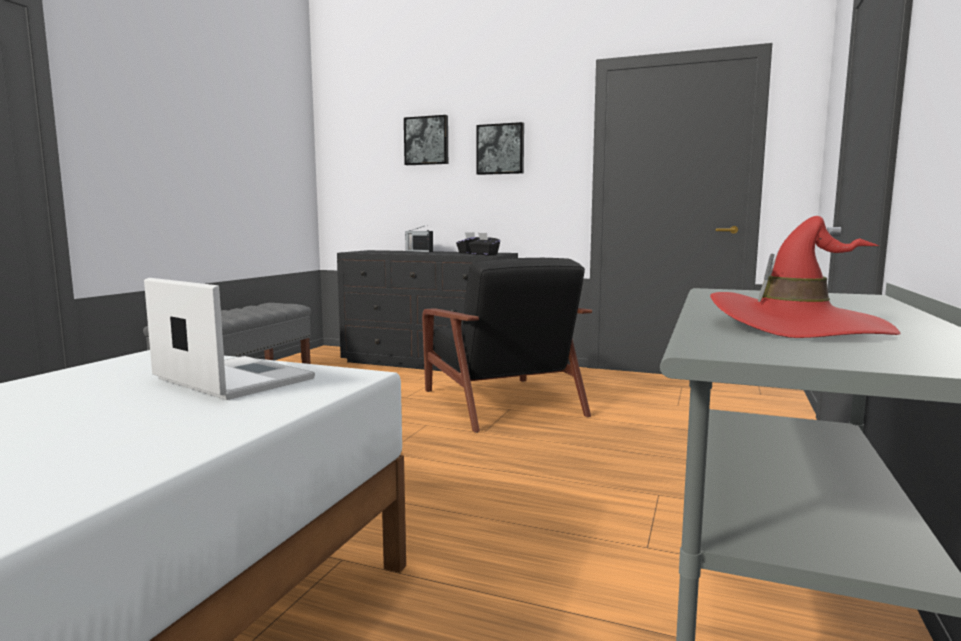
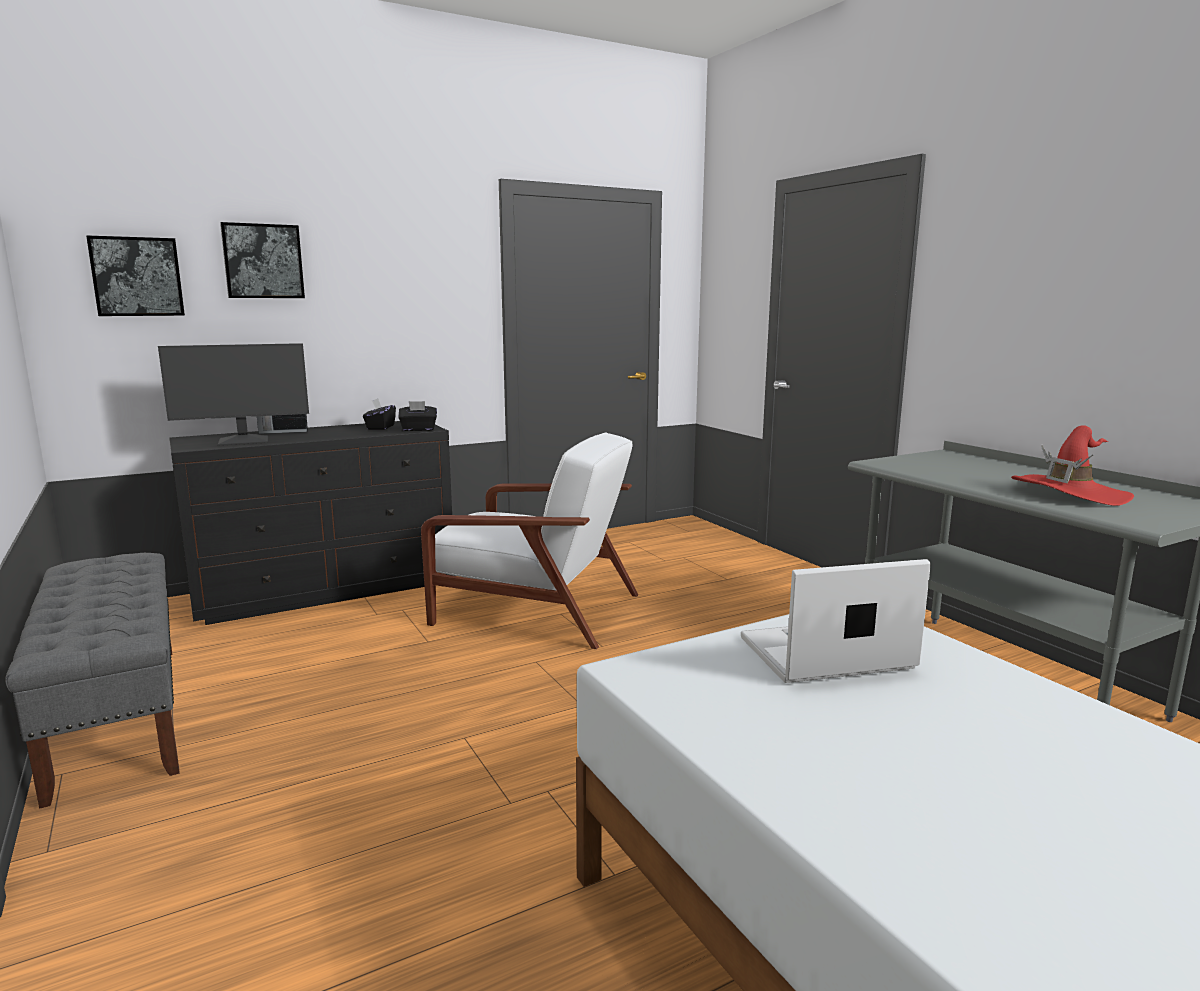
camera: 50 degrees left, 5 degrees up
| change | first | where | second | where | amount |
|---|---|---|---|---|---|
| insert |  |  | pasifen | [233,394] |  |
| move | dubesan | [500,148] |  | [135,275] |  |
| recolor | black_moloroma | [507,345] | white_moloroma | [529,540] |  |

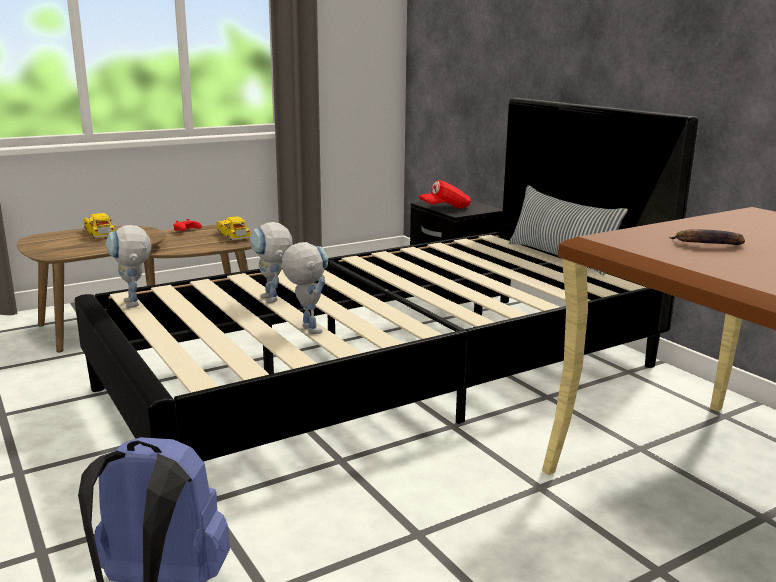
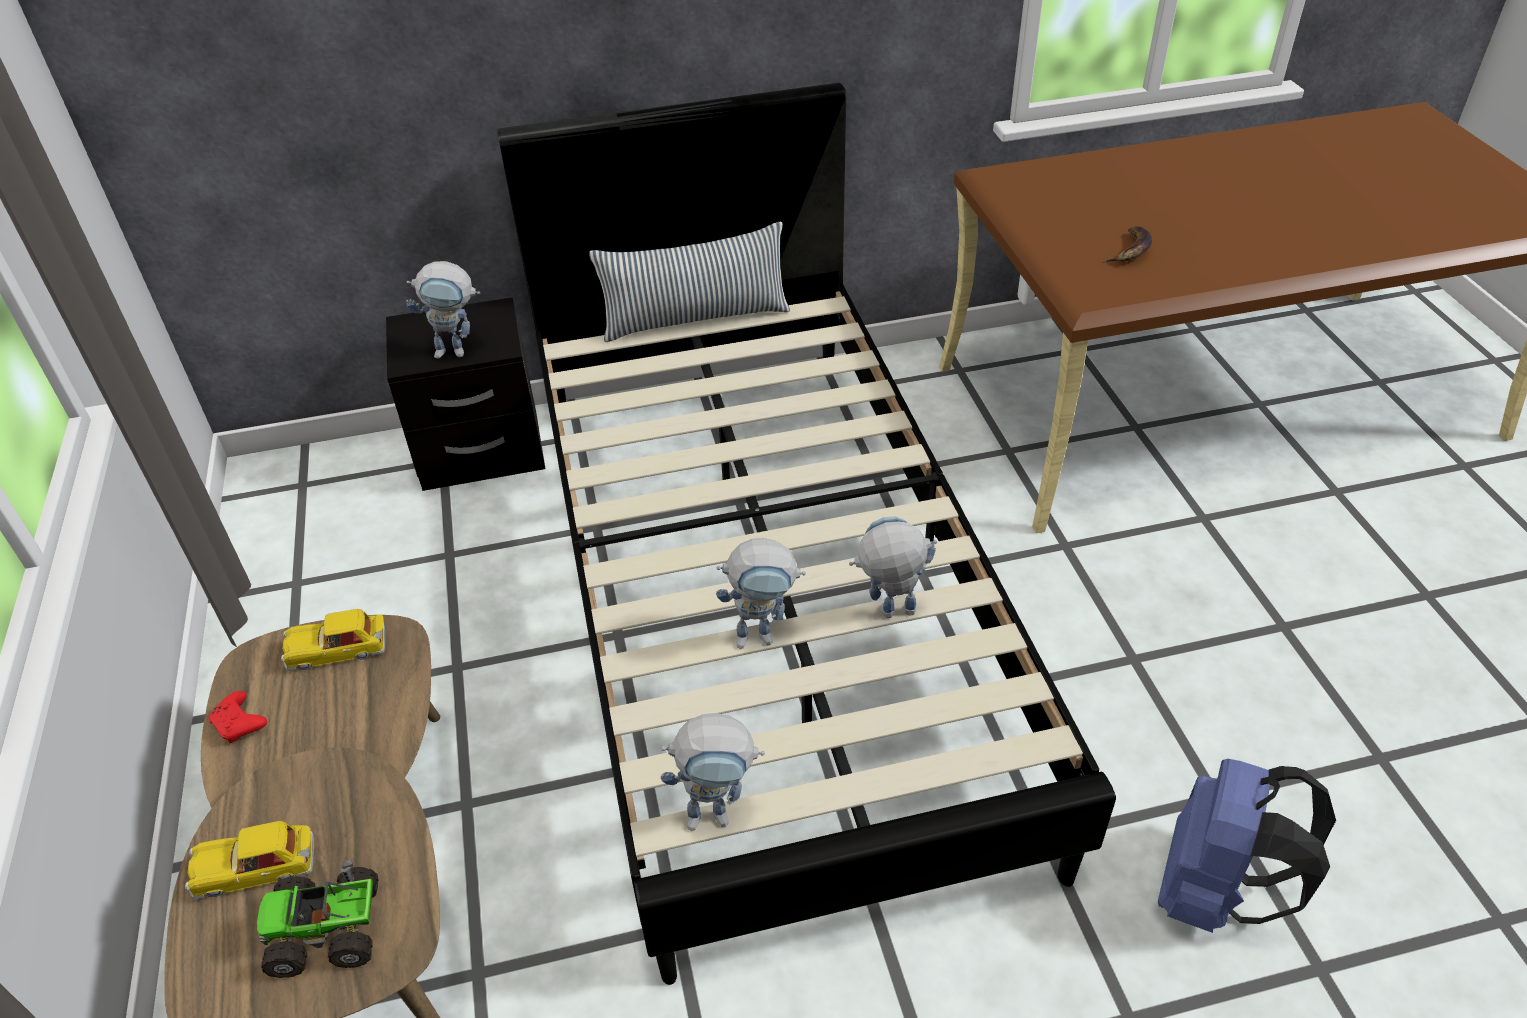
camera: 70 degrees left, 25 degrees up
| change | first | where | second | where | amount |
|---|---|---|---|---|---|
| insert |  |  | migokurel | [318,919] |  |
| replace | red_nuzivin | [445,194] | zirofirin | [443,310] |  |

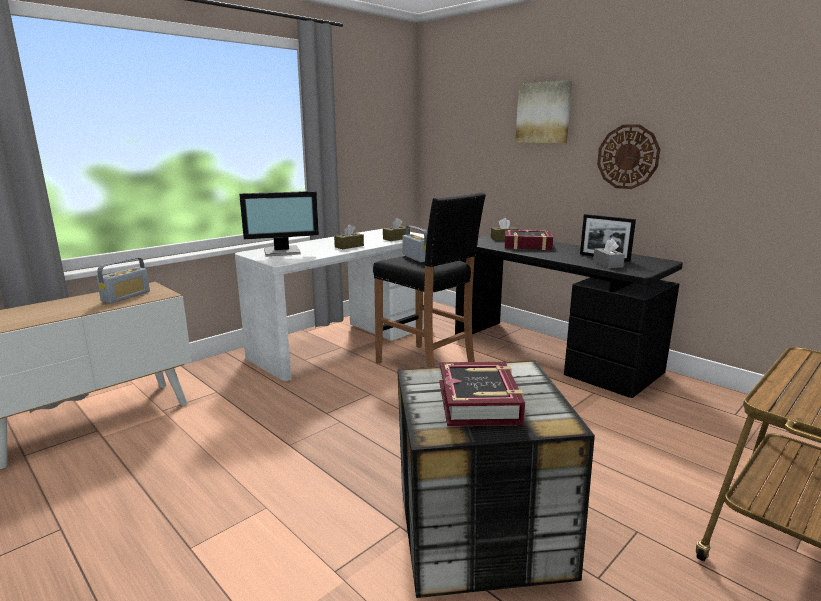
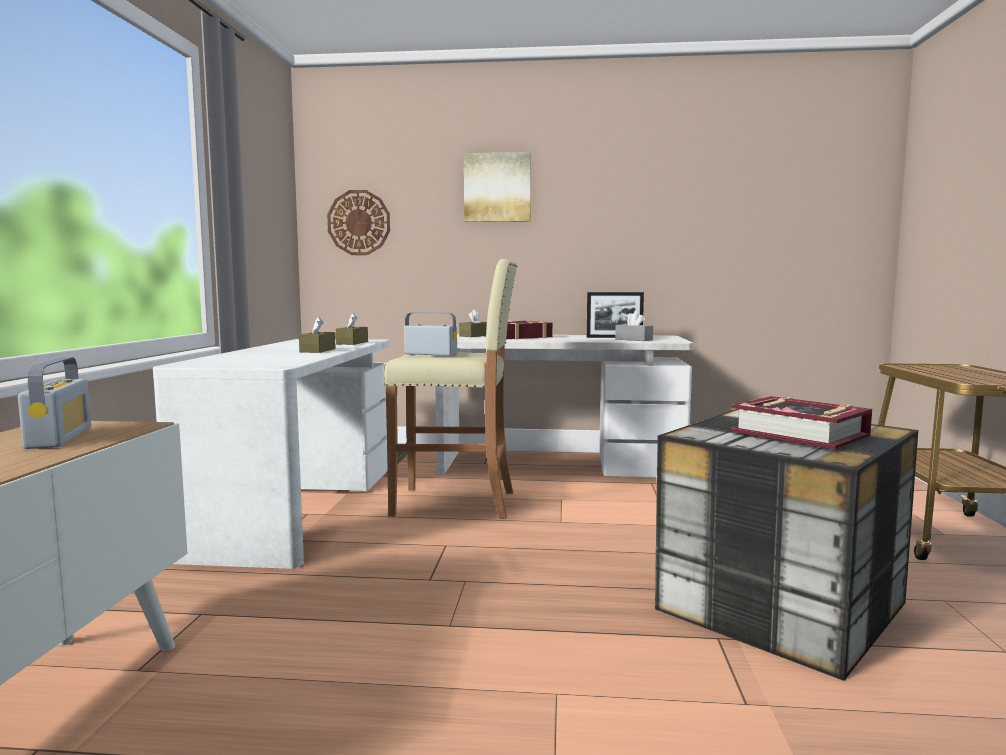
camera: 40 degrees left, 10 degrees down
| change | first | where | second | where | amount |
|---|---|---|---|---|---|
| delete | pasifen | [279,223] |  |  |  |
| move | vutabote | [628,156] |  | [358,222] |  |
| recolor | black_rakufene | [429,279] | beige_rakufene | [450,389] |  |
| recolor | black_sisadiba | [569,316] | white_sisadiba | [564,405] |  |

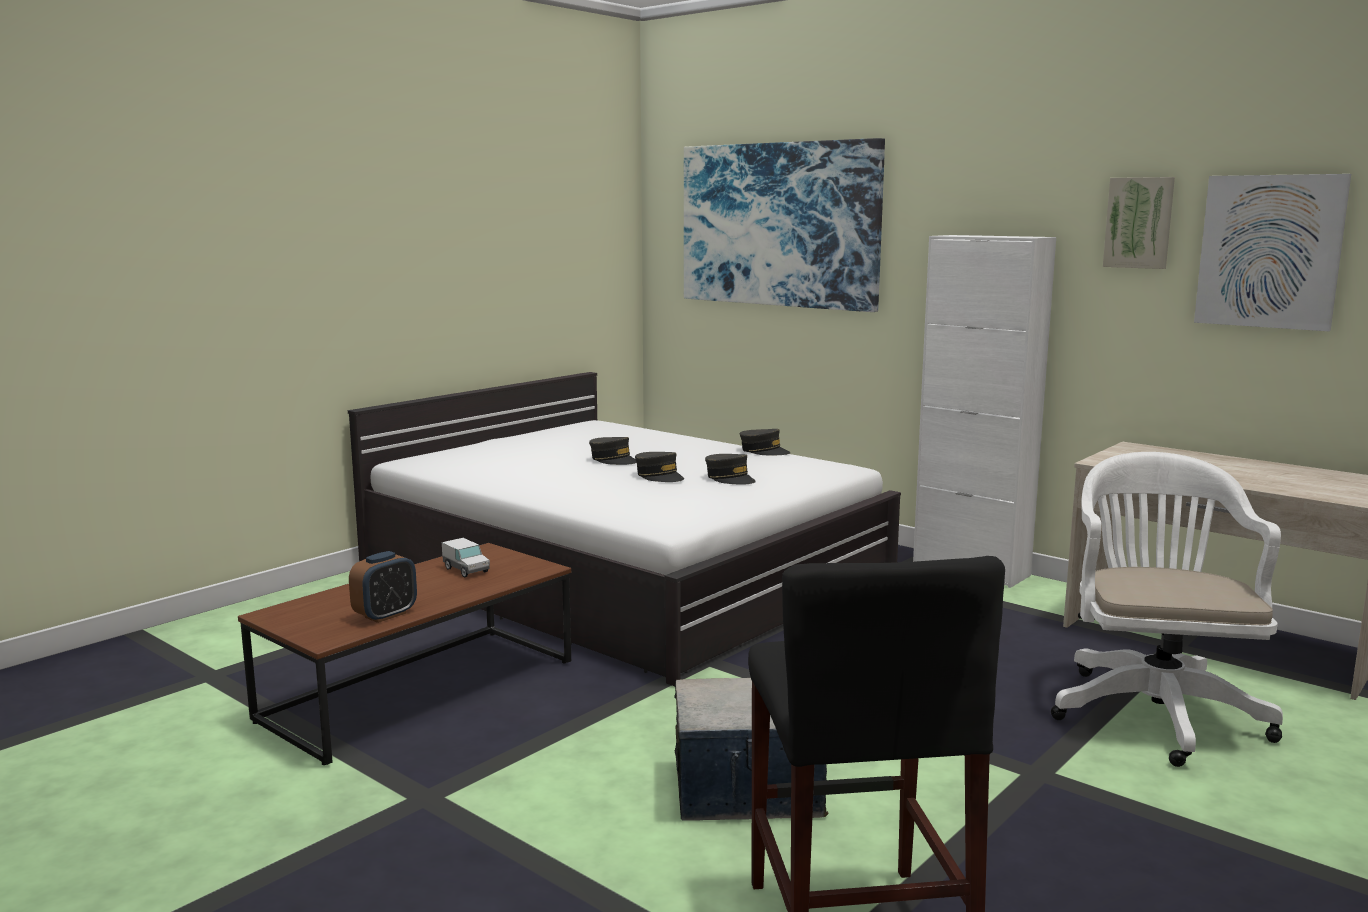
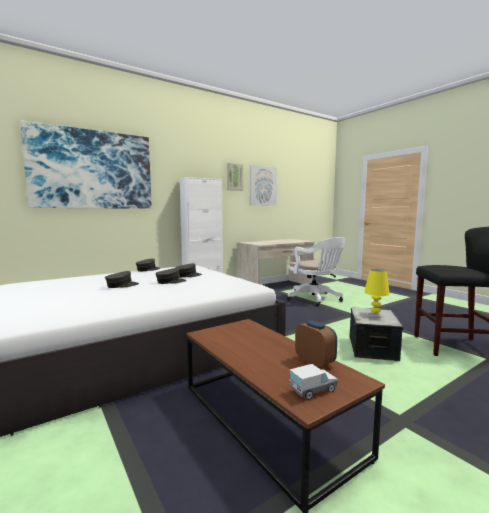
camera: 75 degrees left, 5 degrees down
| change | first | where | second | where | amount |
|---|---|---|---|---|---|
| insert |  |  | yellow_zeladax | [377,293] |  |
| move | migokurel | [466,557] |  | [313,382] |  |
| rotate | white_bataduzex | [1167,609] |  | [316,272] | 150 degrees counterclockwise |

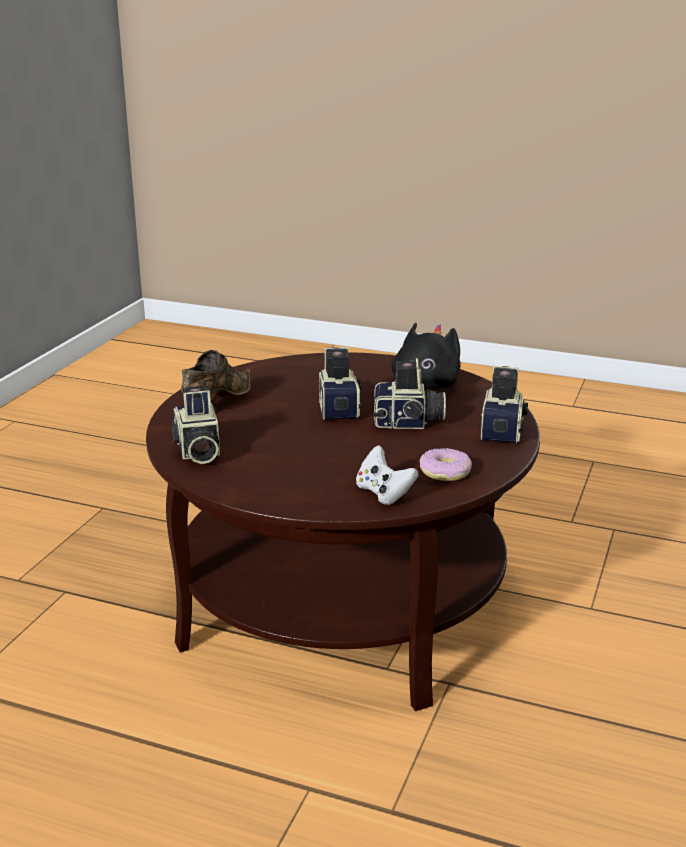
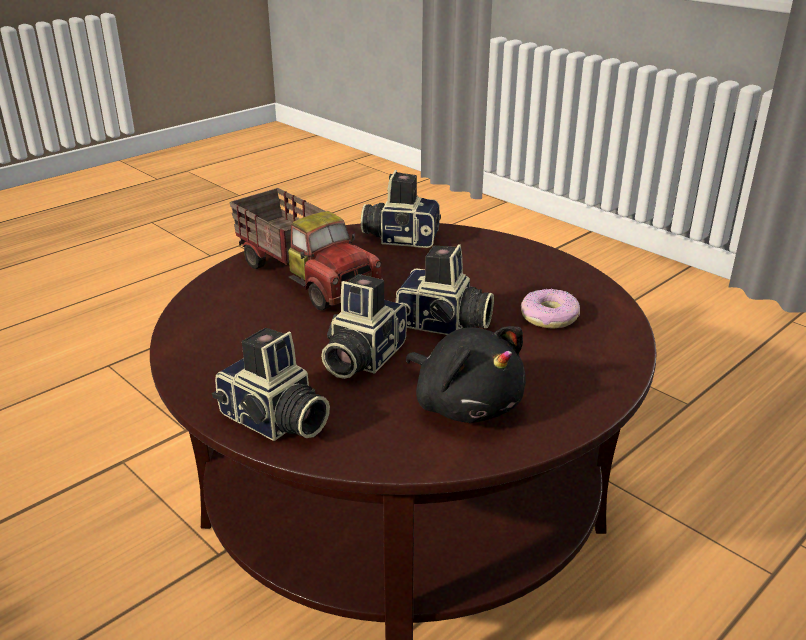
camera: 115 degrees right, 5 degrees up
| change | first | where | second | where | amount |
|---|---|---|---|---|---|
| delete | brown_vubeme | [216,380] |  |  |  |
| delete | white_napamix | [387,475] |  |  |  |
| insert |  |  | migokurel | [306,249] |  |
| move | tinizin | [446,464] |  | [550,309] |  |

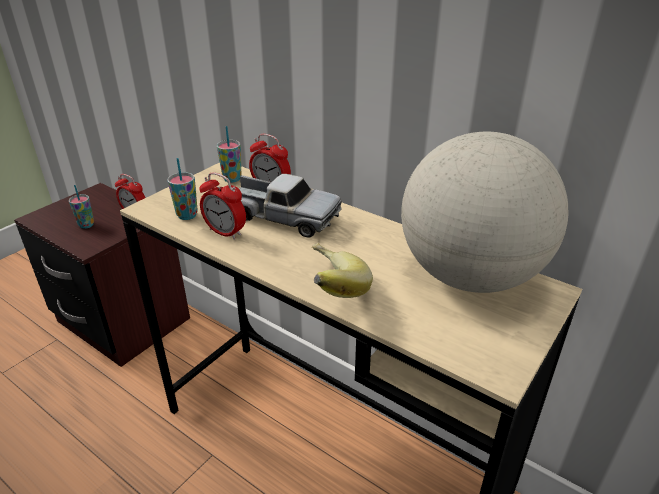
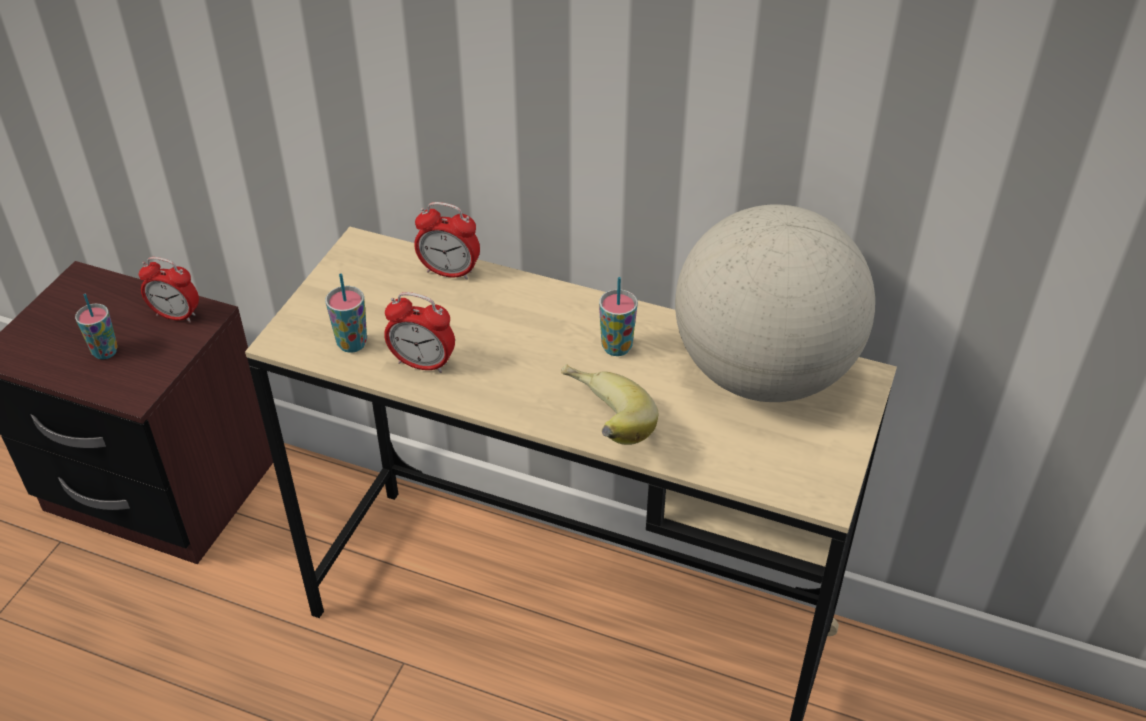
camera: 15 degrees left, 10 degrees up
| change | first | where | second | where | amount |
|---|---|---|---|---|---|
| delete | migokurel | [290,205] |  |  |  |
| move | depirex | [229,154] |  | [618,316] |  |

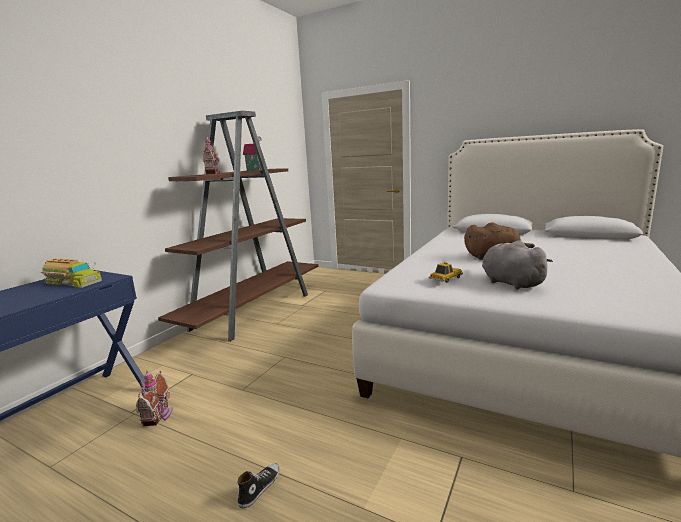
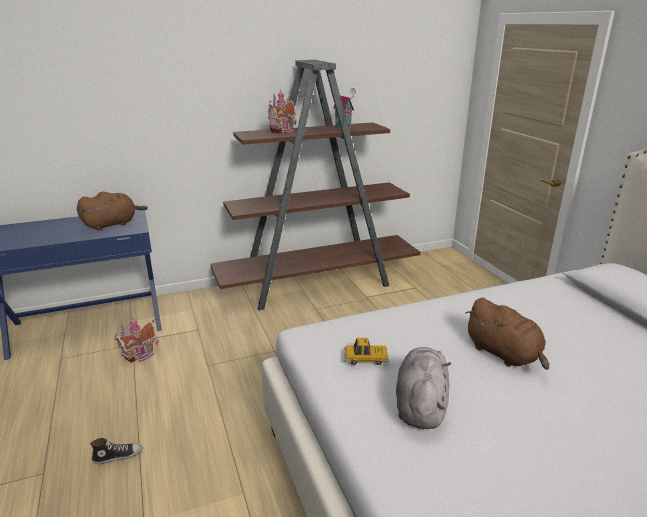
camera: 40 degrees right, 10 degrees up
| change | first | where | second | where | amount |
|---|---|---|---|---|---|
| replace | migokurel | [71,273] | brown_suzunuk | [112,210] |  |

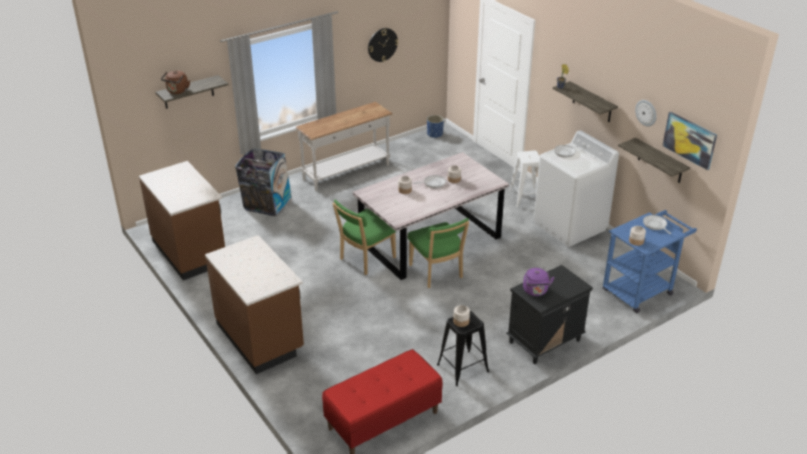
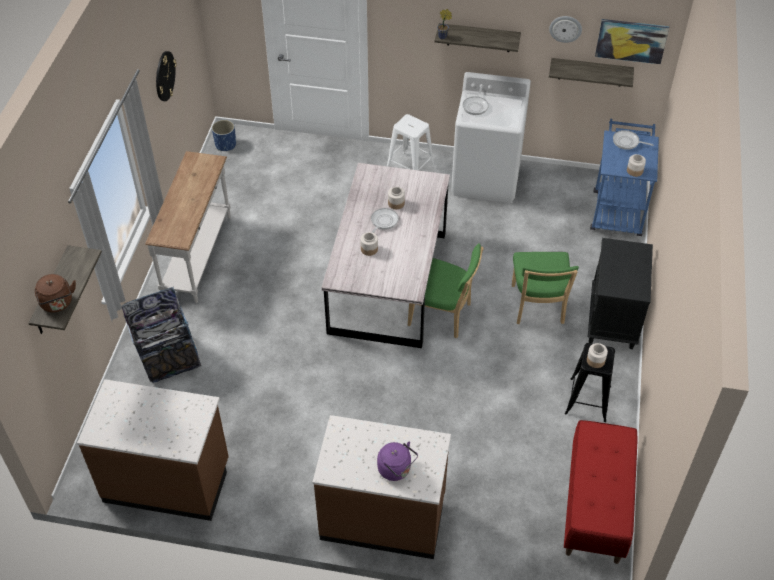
camera: 45 degrees left, 15 degrees up
| change | first | where | second | where | amount |
|---|---|---|---|---|---|
| move | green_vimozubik | [364,237] |  | [545,288] |  |
| move | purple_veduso | [539,282] |  | [397,461] |  |

